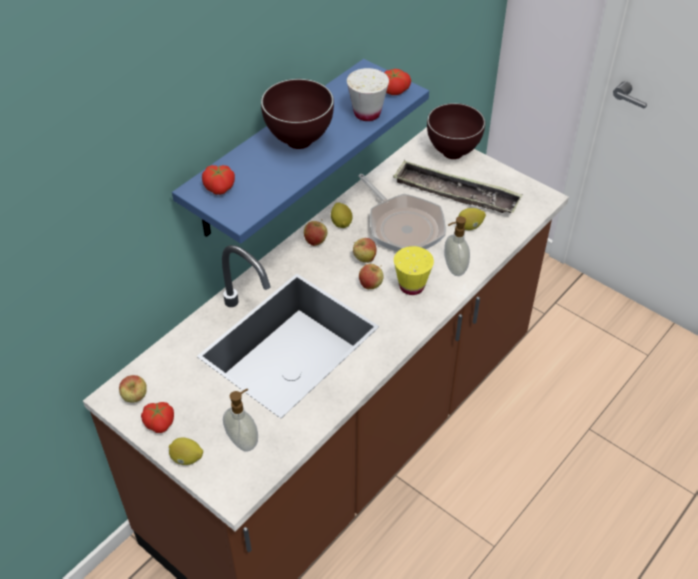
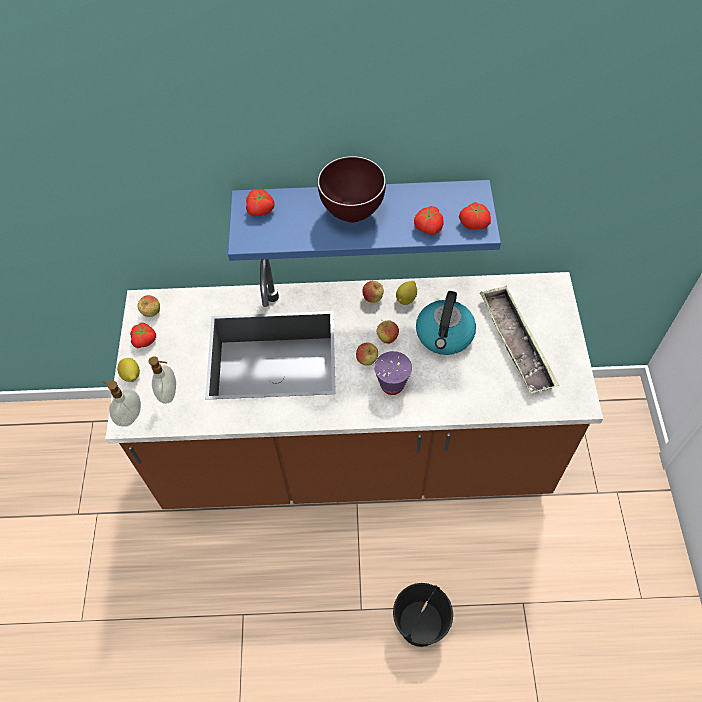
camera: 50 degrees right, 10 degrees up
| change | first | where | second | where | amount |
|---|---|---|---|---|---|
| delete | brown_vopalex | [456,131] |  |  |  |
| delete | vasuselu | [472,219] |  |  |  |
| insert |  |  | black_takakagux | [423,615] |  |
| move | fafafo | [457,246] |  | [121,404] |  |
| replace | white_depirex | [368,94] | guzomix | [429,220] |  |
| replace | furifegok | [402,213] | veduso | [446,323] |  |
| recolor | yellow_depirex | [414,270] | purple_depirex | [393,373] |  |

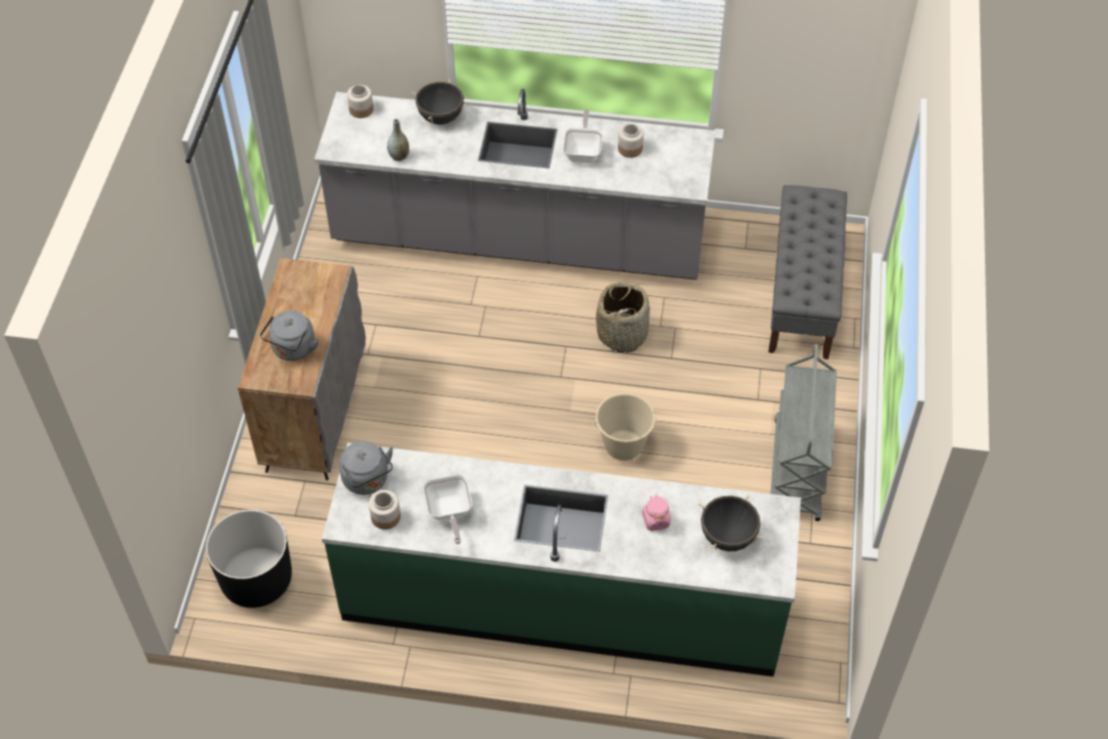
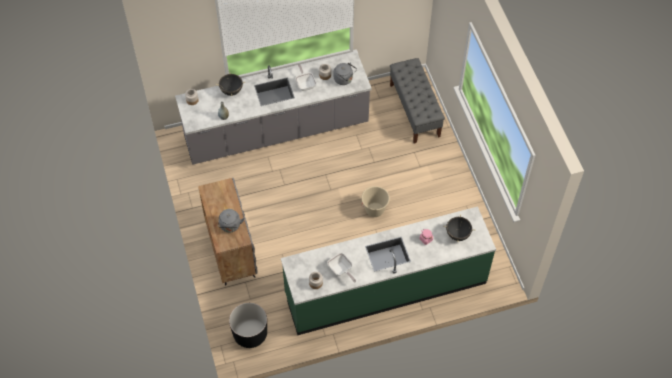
camera: 25 degrees left, 5 degrees up
| change | first | where | second | where | amount |
|---|---|---|---|---|---|
| delete | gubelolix | [623,318] |  |  |  |
| delete | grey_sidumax | [804,432] |  |  |  |
| move | grey_veduso | [366,468] |  | [345,73] |  |

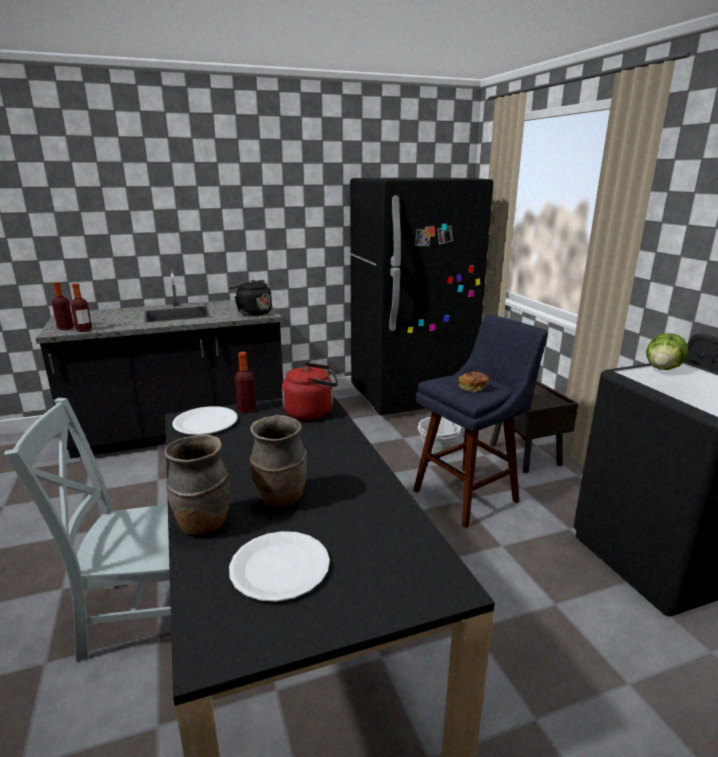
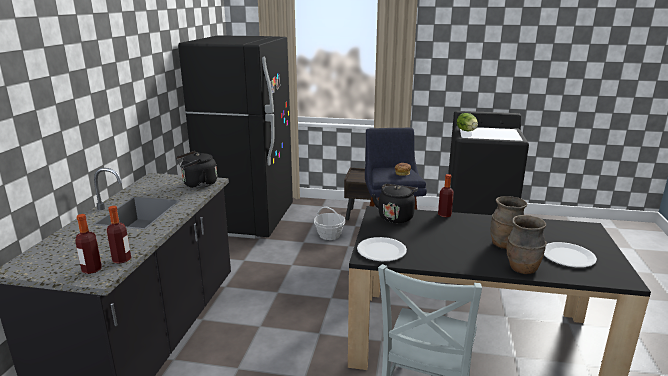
camera: 60 degrees left, 0 degrees up
| change | first | where | second | where | amount |
|---|---|---|---|---|---|
| move | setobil | [245,382] |  | [446,195] |  |
| recolor | red_veduso | [310,391] | black_veduso | [395,203] |  |

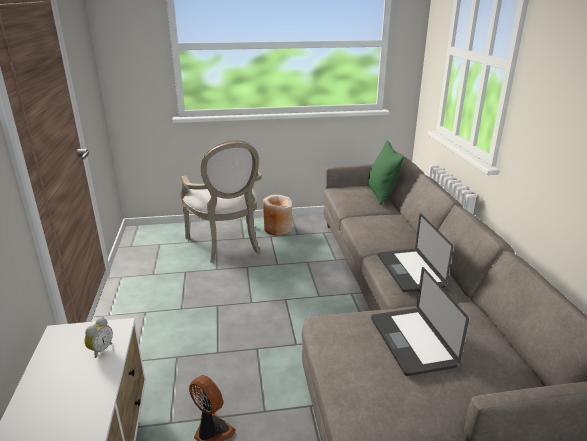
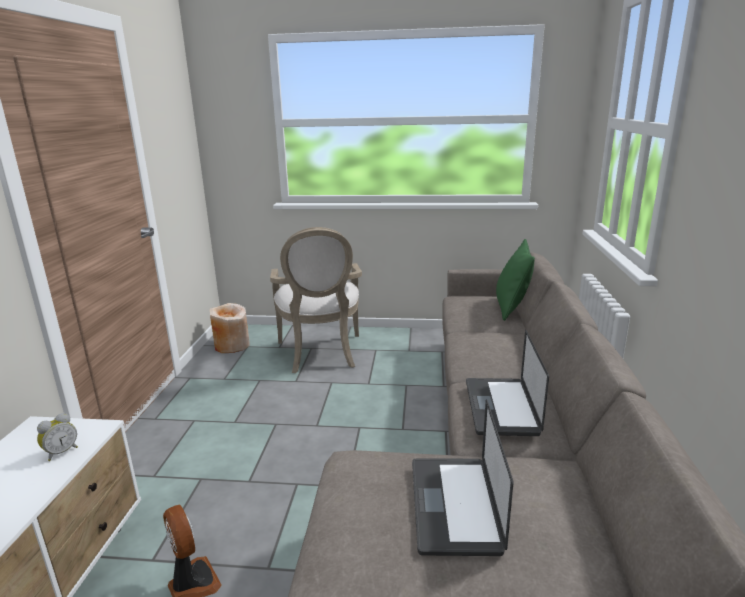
camera: 15 degrees right, 5 degrees down
| change | first | where | second | where | amount |
|---|---|---|---|---|---|
| move | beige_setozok | [278,215] |  | [230,328] |  |

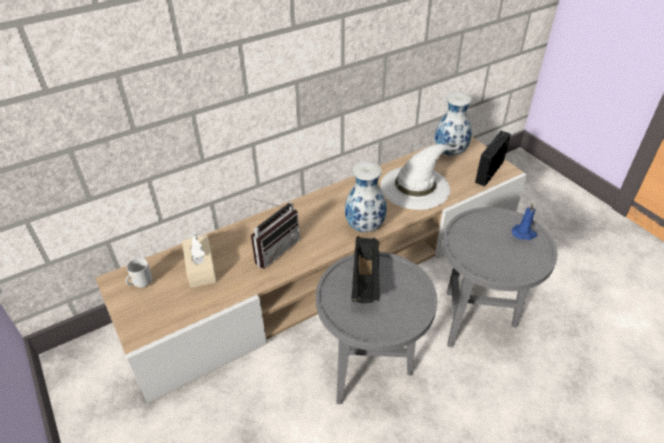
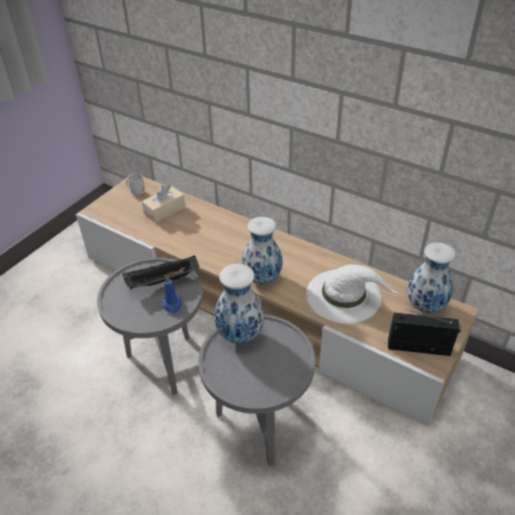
camera: 65 degrees right, 0 degrees up
| change | first | where | second | where | amount |
|---|---|---|---|---|---|
| delete | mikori | [275,233] |  |  |  |
| insert |  |  | setozok | [239,304] |  |
| move | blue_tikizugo | [524,221] |  | [171,295] |  |

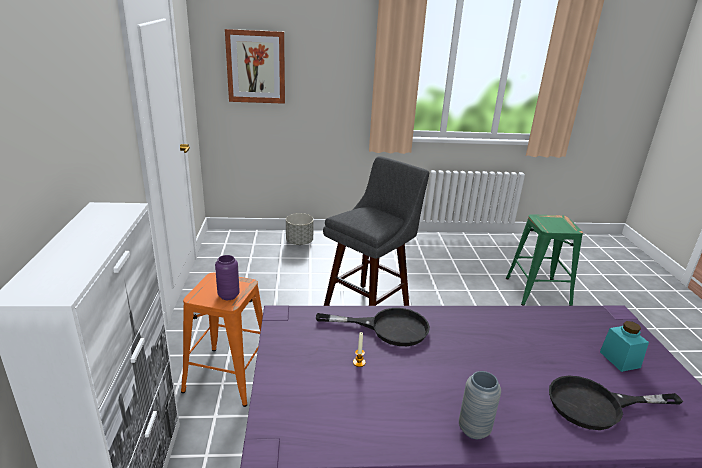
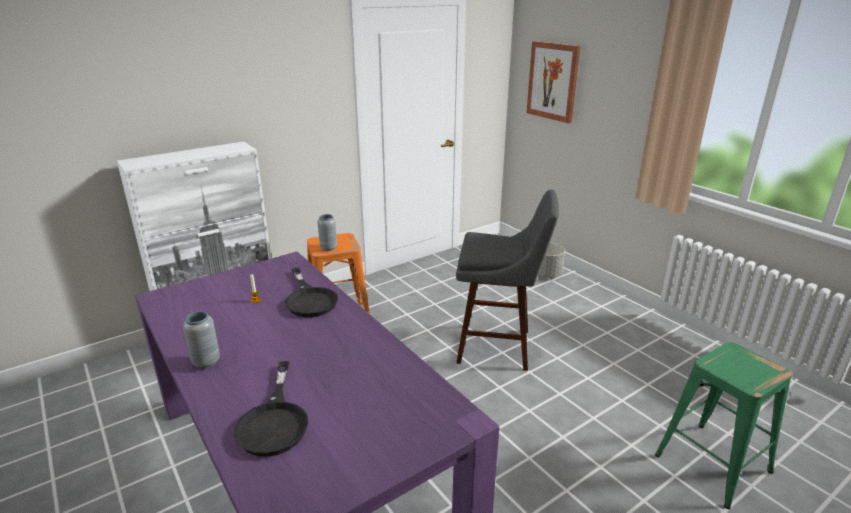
camera: 60 degrees right, 0 degrees up
| change | first | where | second | where | amount |
|---|---|---|---|---|---|
| delete | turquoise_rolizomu | [624,346] |  |  |  |
| recolor | purple_setozok | [227,277] | grey_setozok | [327,232] |  |
| rotate | black_furifegok | [616,402] |  | [271,409] | 150 degrees counterclockwise |

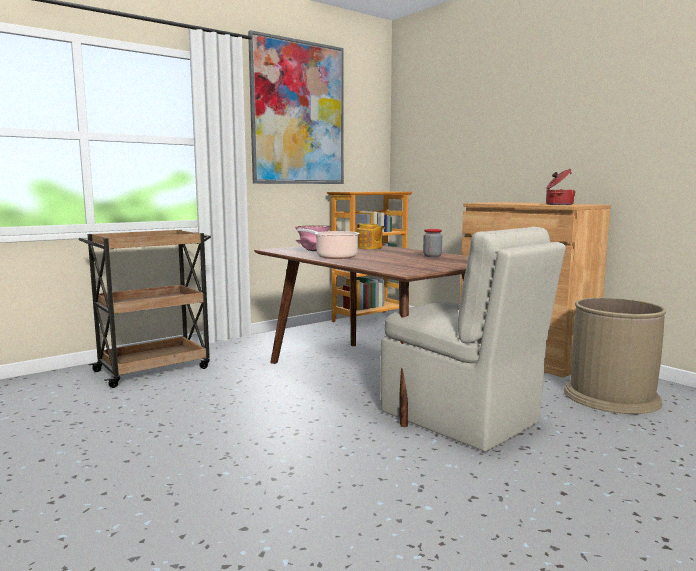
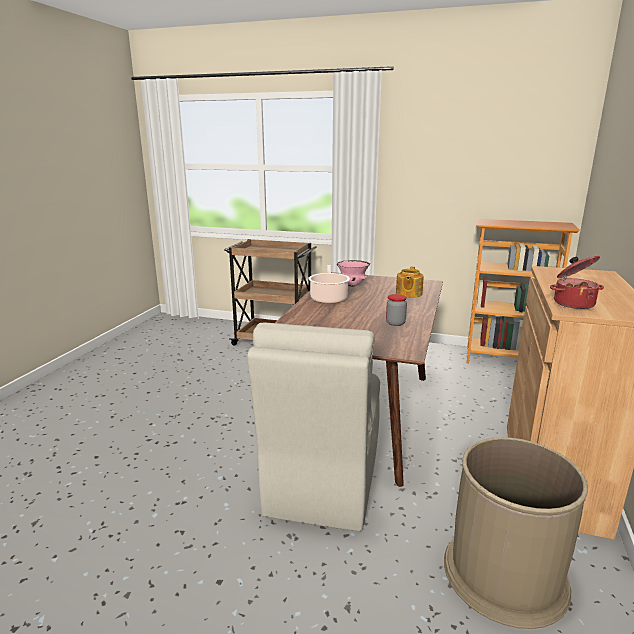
camera: 55 degrees right, 10 degrees up
| change | first | where | second | where | amount |
|---|---|---|---|---|---|
| delete | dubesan | [296,107] |  |  |  |

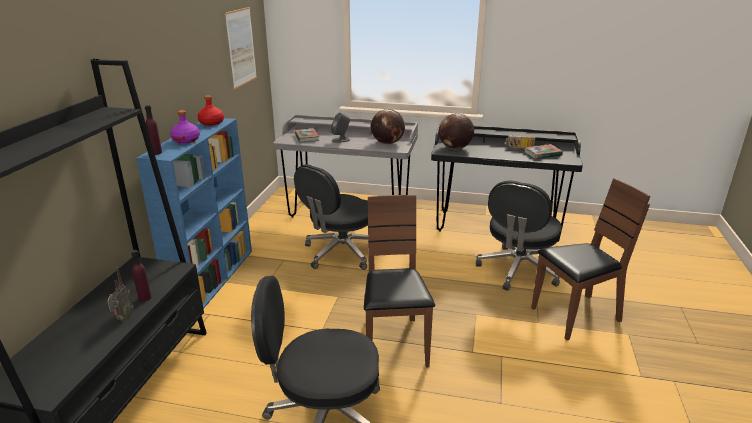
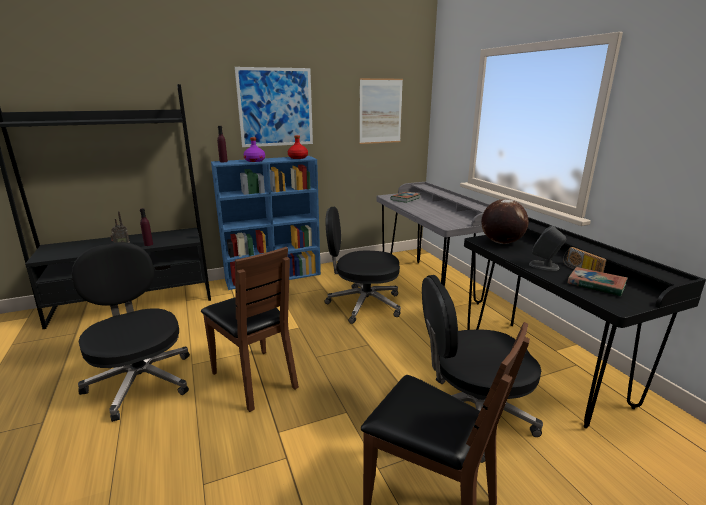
camera: 55 degrees right, 5 degrees down
| change | first | where | second | where | amount |
|---|---|---|---|---|---|
| delete | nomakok | [388,126] |  |  |  |
| insert |  |  | dubesan | [274,107] |  |
| move | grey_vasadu | [340,127] |  | [547,248] |  |
| rotate | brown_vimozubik | [399,281] |  | [250,329] | 90 degrees clockwise |

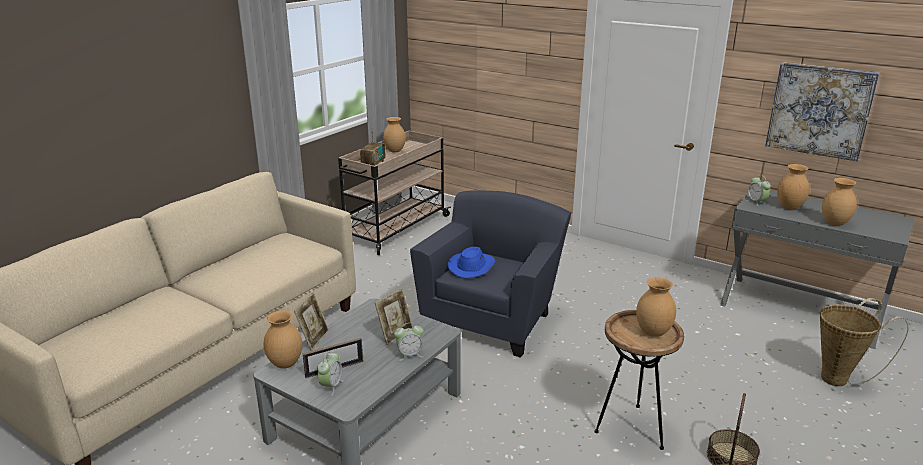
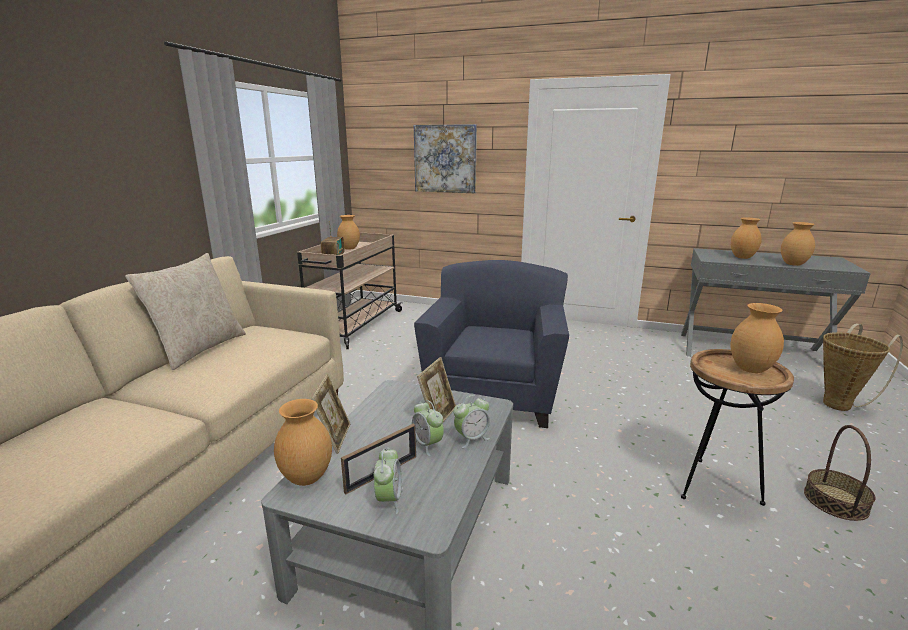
camera: 15 degrees left, 5 degrees down
| change | first | where | second | where | amount |
|---|---|---|---|---|---|
| delete | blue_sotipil | [471,262] |  |  |  |
| insert |  |  | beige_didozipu | [185,311] |  |
| move | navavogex | [758,191] |  | [428,428] |  |
| move | dubesan | [822,111] |  | [445,158] |  |

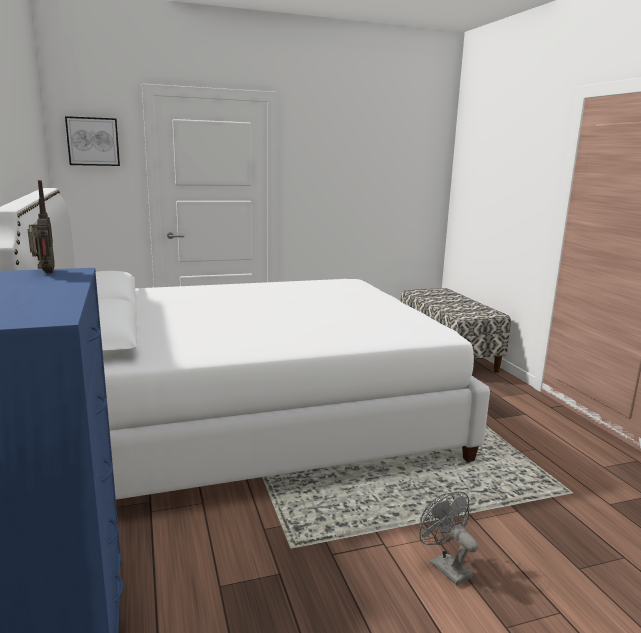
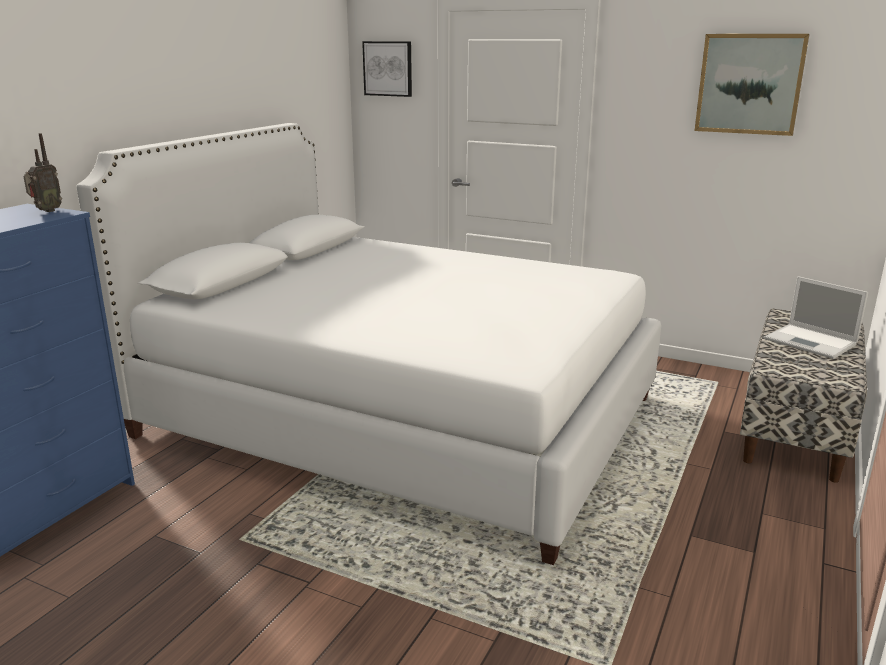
camera: 45 degrees right, 5 degrees up
| change | first | where | second | where | amount |
|---|---|---|---|---|---|
| delete | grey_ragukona | [448,538] |  |  |  |
| insert |  |  | dubesan | [752,85] |  |
| insert |  |  | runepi | [816,317] |  |

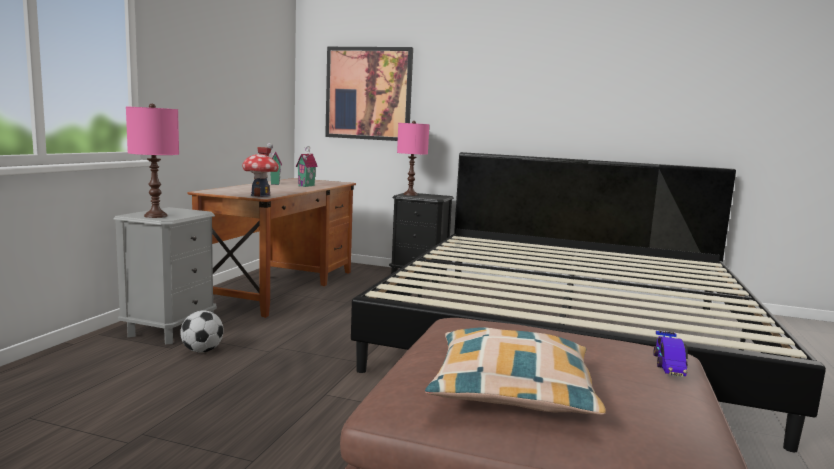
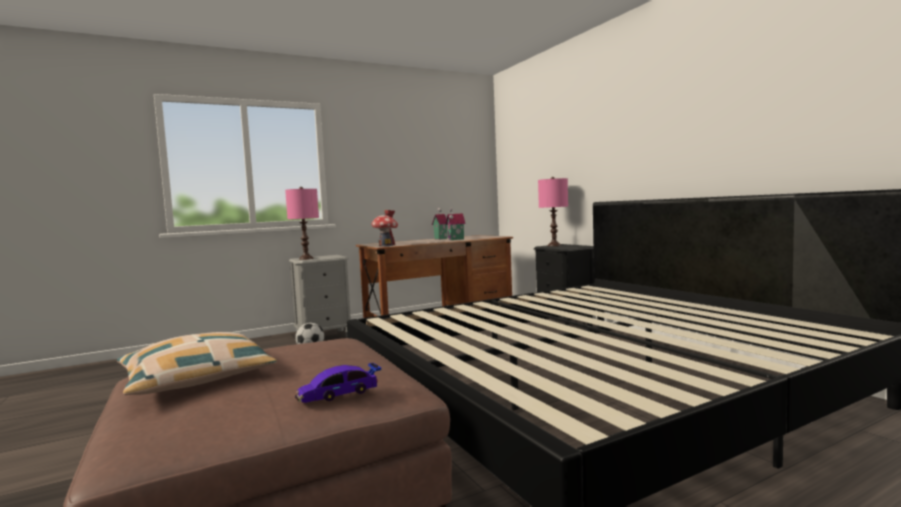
camera: 45 degrees right, 5 degrees down
| change | first | where | second | where | amount |
|---|---|---|---|---|---|
| delete | dubesan | [369,94] |  |  |  |

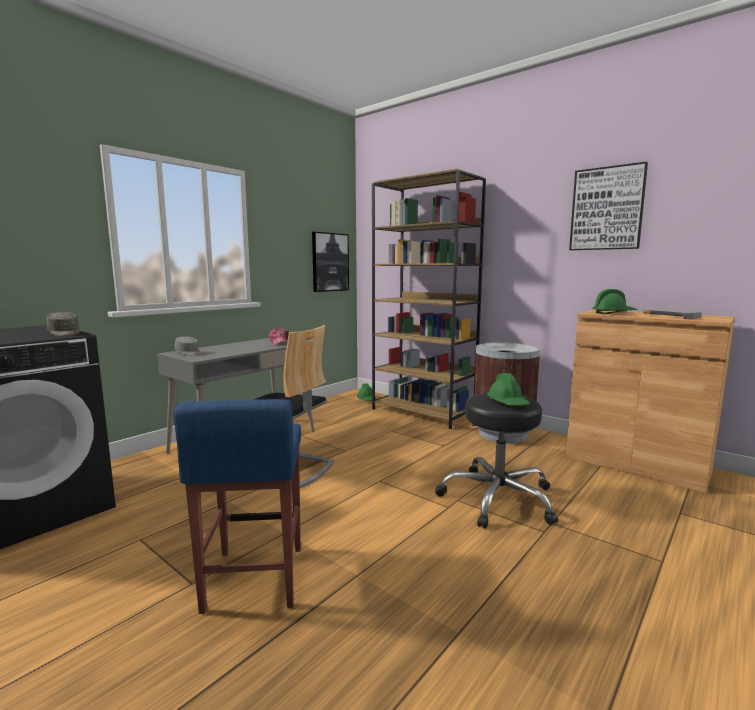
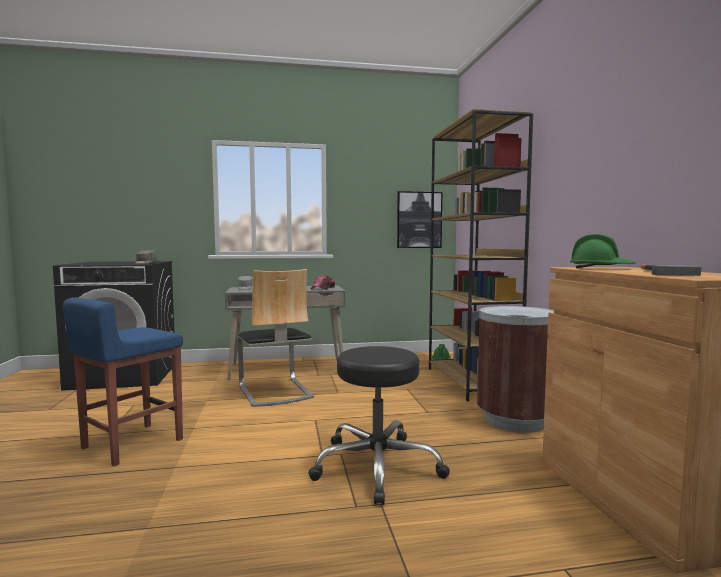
camera: 40 degrees right, 5 degrees down
| change | first | where | second | where | amount |
|---|---|---|---|---|---|
| delete | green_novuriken | [508,389] |  |  |  |
| delete | dubesan | [608,206] |  |  |  |

